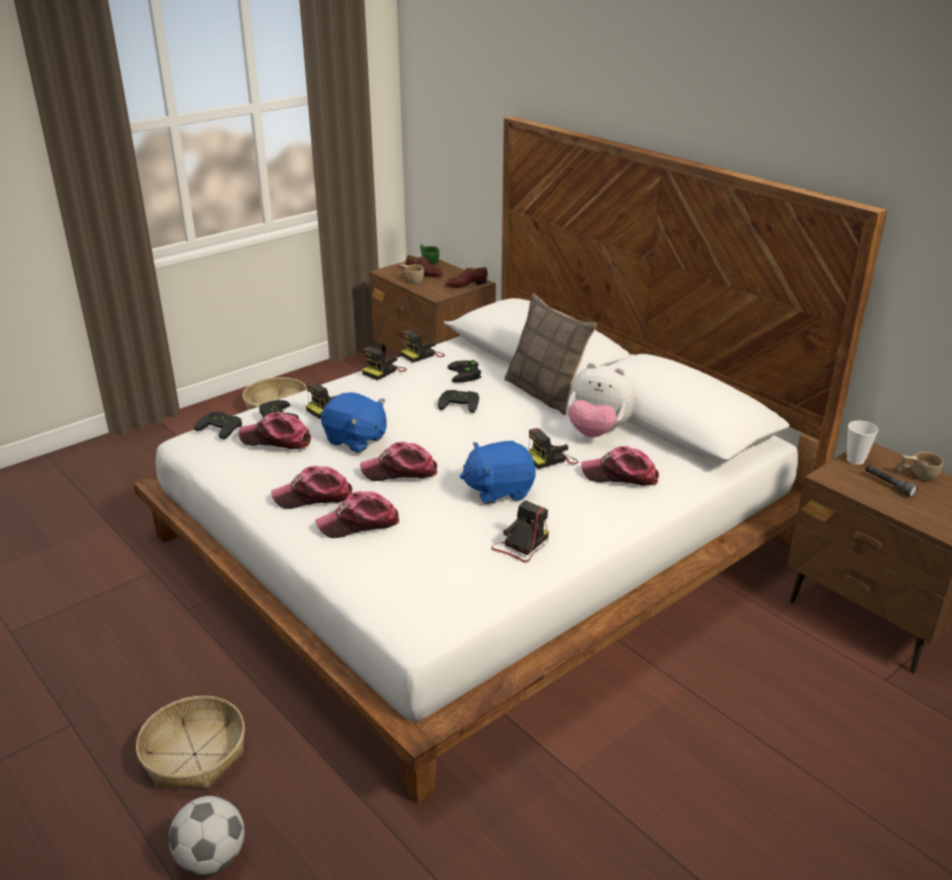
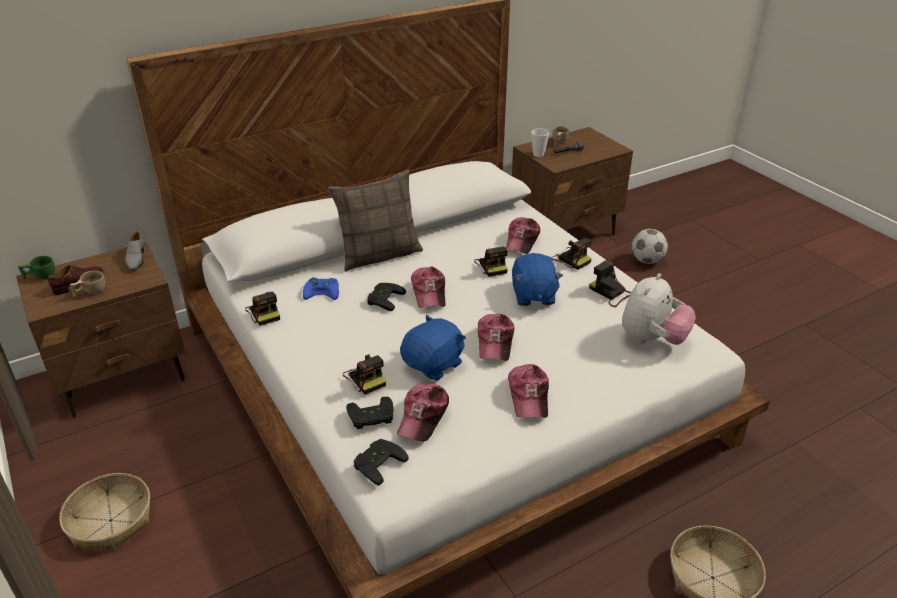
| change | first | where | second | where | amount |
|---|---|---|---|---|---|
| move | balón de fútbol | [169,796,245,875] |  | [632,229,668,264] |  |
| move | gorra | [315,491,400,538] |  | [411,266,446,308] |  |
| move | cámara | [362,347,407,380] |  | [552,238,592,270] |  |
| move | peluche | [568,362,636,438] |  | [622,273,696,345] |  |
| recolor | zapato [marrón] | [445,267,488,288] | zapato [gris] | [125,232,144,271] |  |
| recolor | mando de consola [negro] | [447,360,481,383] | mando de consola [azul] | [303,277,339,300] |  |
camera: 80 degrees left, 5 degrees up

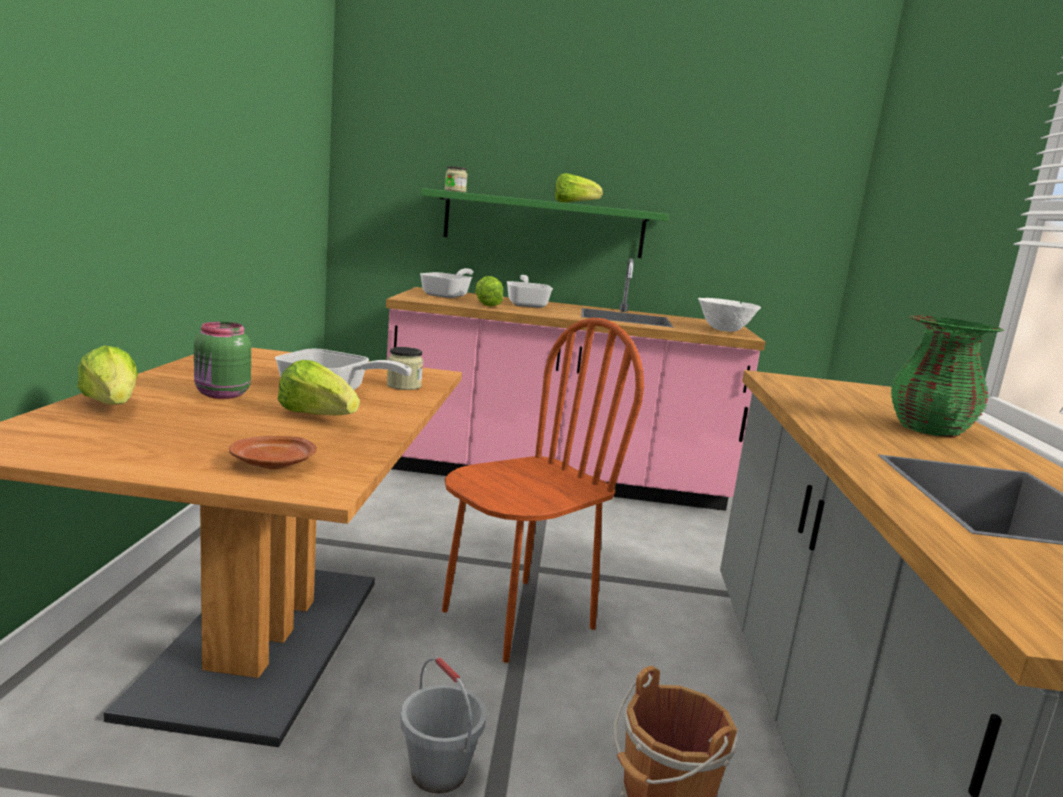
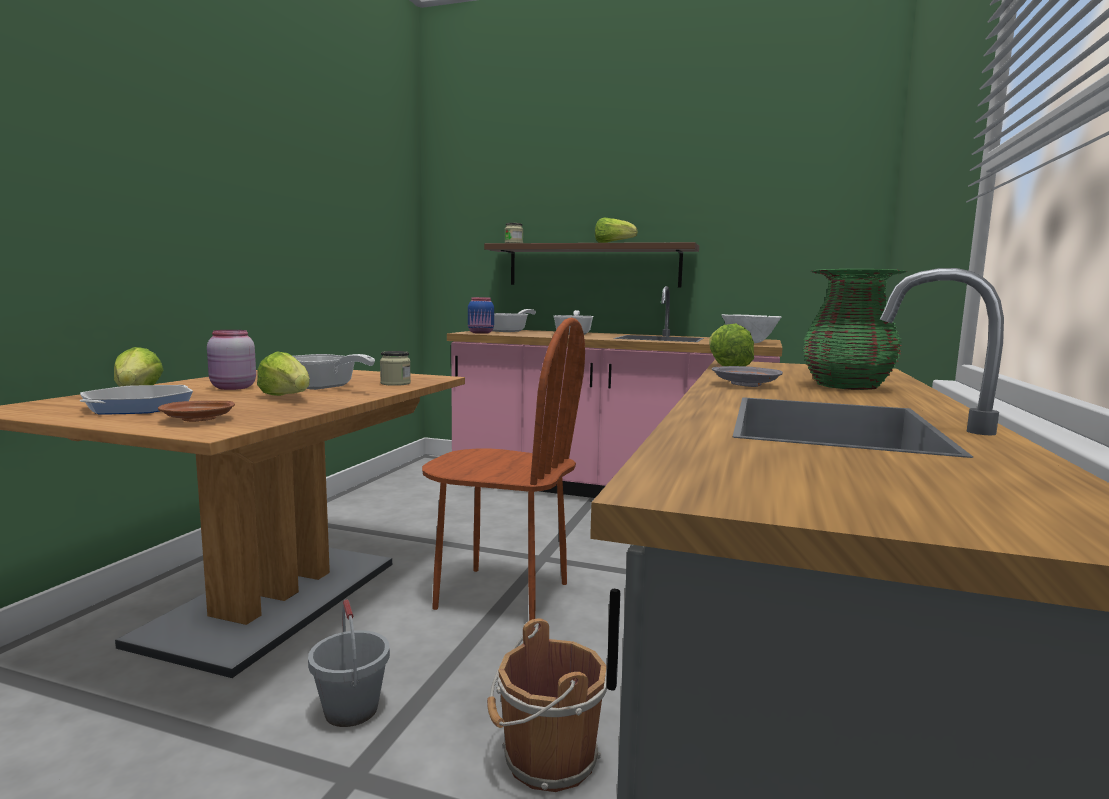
| change | first | where | second | where | amount |
|---|---|---|---|---|---|
| insert |  |  | sartén | [80,385,193,414] |  |
| insert |  |  | tarro [azul] | [468,297,494,334] |  |
| insert |  |  | plato [gris] | [712,366,783,387] |  |
| move | lechuga | [475,276,503,306] |  | [709,323,754,366] |  |
| recolor | tarro [verde] | [194,322,251,399] | tarro [rosa] | [207,330,256,390] |  |
| recolor | estante [verde] | [421,188,669,258] | estante [marrón] | [484,242,699,287] |  |
| rotate | silla [marrón] | [442,318,644,663] |  | [422,317,585,621] | 45 degrees clockwise |
camera: 15 degrees right, 5 degrees down

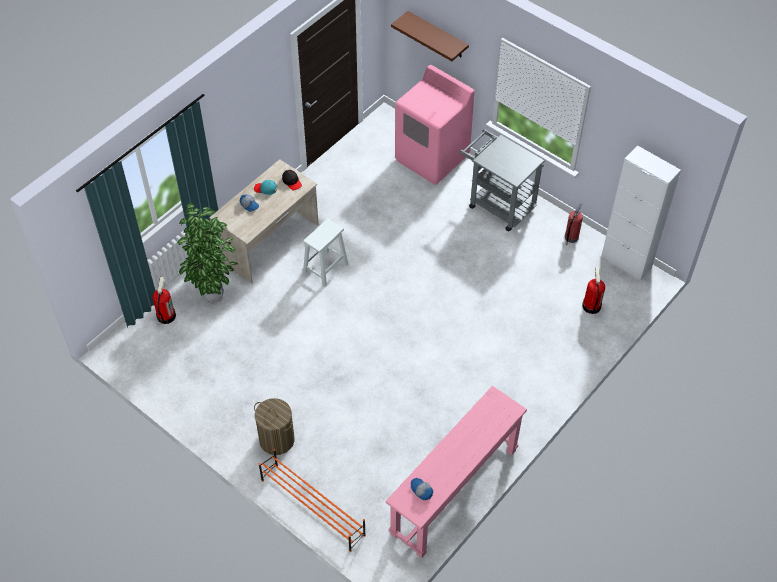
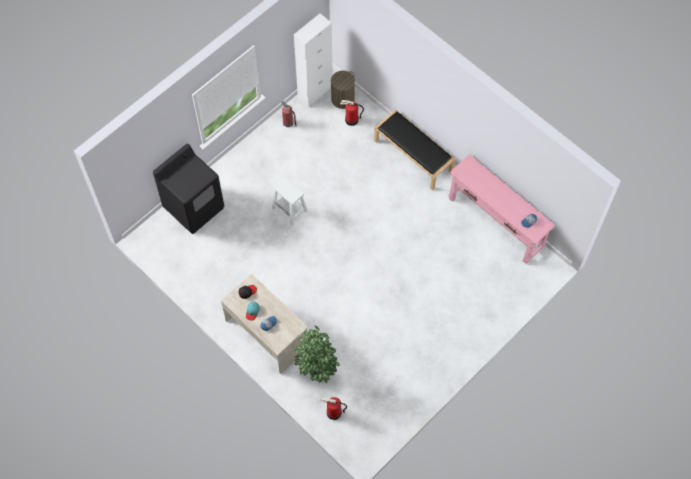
| change | first | where | second | where | amount |
|---|---|---|---|---|---|
| delete | zapatero [naranja] | [259,449,366,552] |  |  |  |
| delete | estante [marrón] | [391,11,469,61] |  |  |  |
| delete | carrito [gris] | [460,129,545,231] |  |  |  |
| insert |  |  | banco [negro] | [374,109,455,190] |  |
| move | cesto de la ropa | [254,398,295,455] |  | [331,71,355,109] |  |
| move | taburete [blanco] | [303,218,349,287] |  | [272,177,308,225] |  |
| recolor | lavadora [rosa] | [395,65,474,185] | lavadora [negro] | [153,144,224,234] |  |
camera: 85 degrees left, 10 degrees up

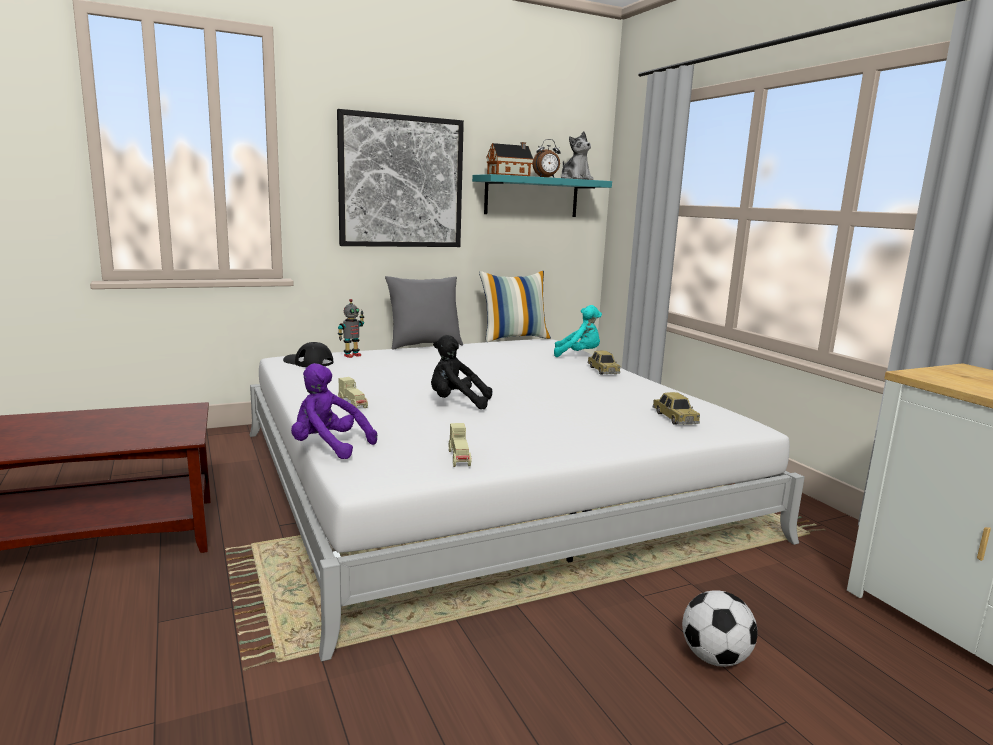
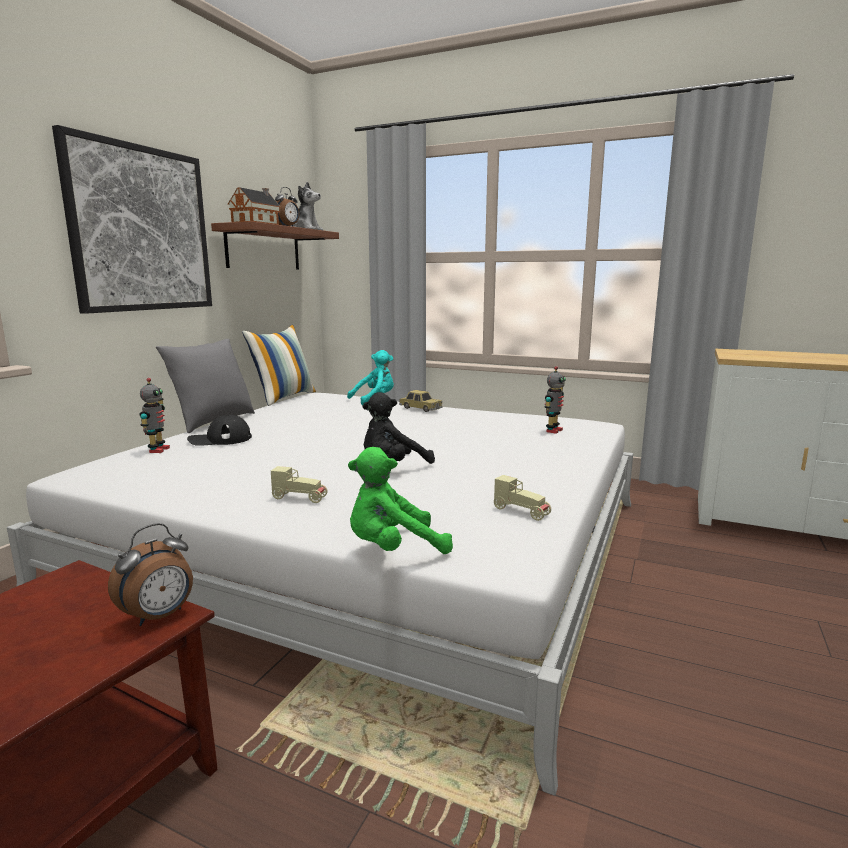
| change | first | where | second | where | amount |
|---|---|---|---|---|---|
| delete | balón de fútbol | [682,590,757,667] |  |  |  |
| insert |  |  | despertador | [108,523,193,626] |  |
| move | gorra [negro] | [283,342,333,367] |  | [187,415,252,446] |  |
| replace | coche de juguete | [653,392,700,425] | robot de juguete | [545,366,566,434] |  |
| recolor | peluche [morado] | [291,363,377,459] | peluche [verde] | [348,447,453,554] |  |
| recolor | estante [turquesa] | [472,174,612,217] | estante [marrón] | [211,221,339,270] |  |
camera: 40 degrees left, 0 degrees up

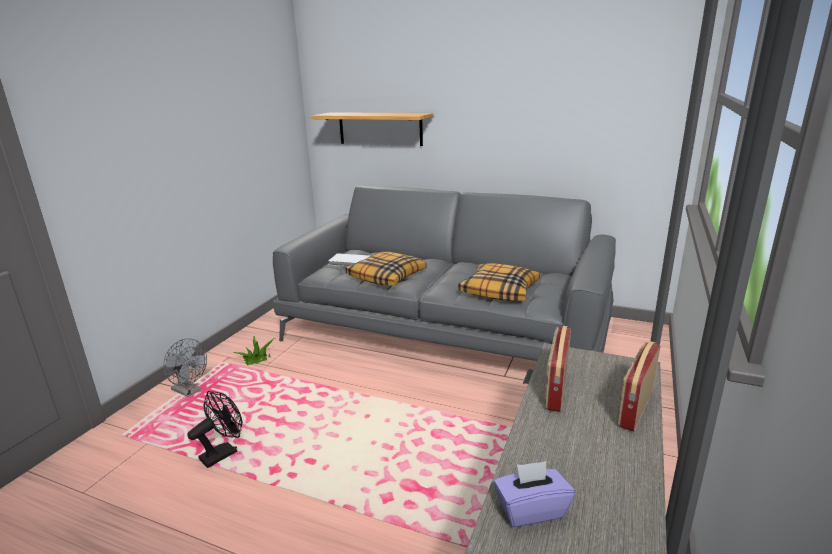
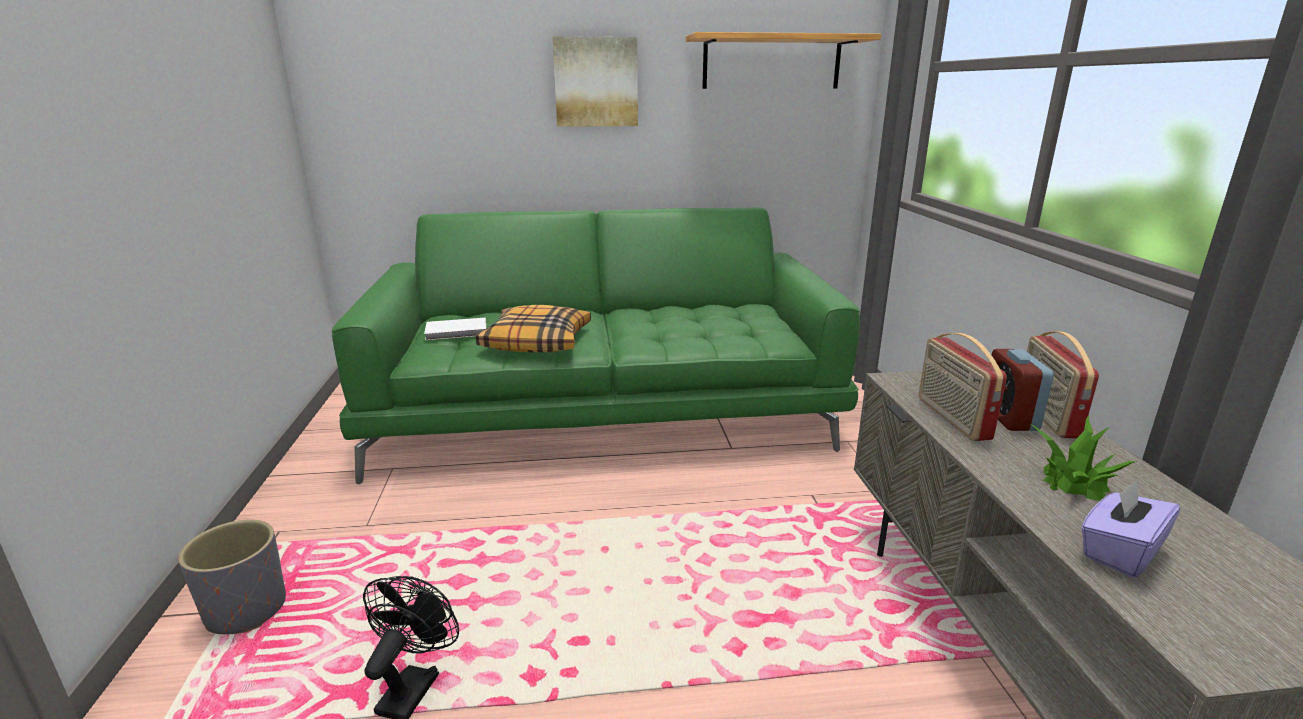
| change | first | where | second | where | amount |
|---|---|---|---|---|---|
| delete | cojín | [458,263,540,301] |  |  |  |
| insert |  |  | cuadro | [553,36,638,127] |  |
| insert |  |  | despertador | [992,349,1054,431] |  |
| move | planta en maceta | [233,336,275,365] |  | [1029,416,1137,501] |  |
| move | estante | [311,112,433,146] |  | [686,32,881,89] |  |
| replace | ventilador [gris] | [163,338,207,397] | maceta [gris] | [178,520,286,635] |  |
| recolor | sofá [gris] | [273,186,616,361] | sofá [verde] | [332,208,860,484] |  |
camera: 30 degrees left, 0 degrees up

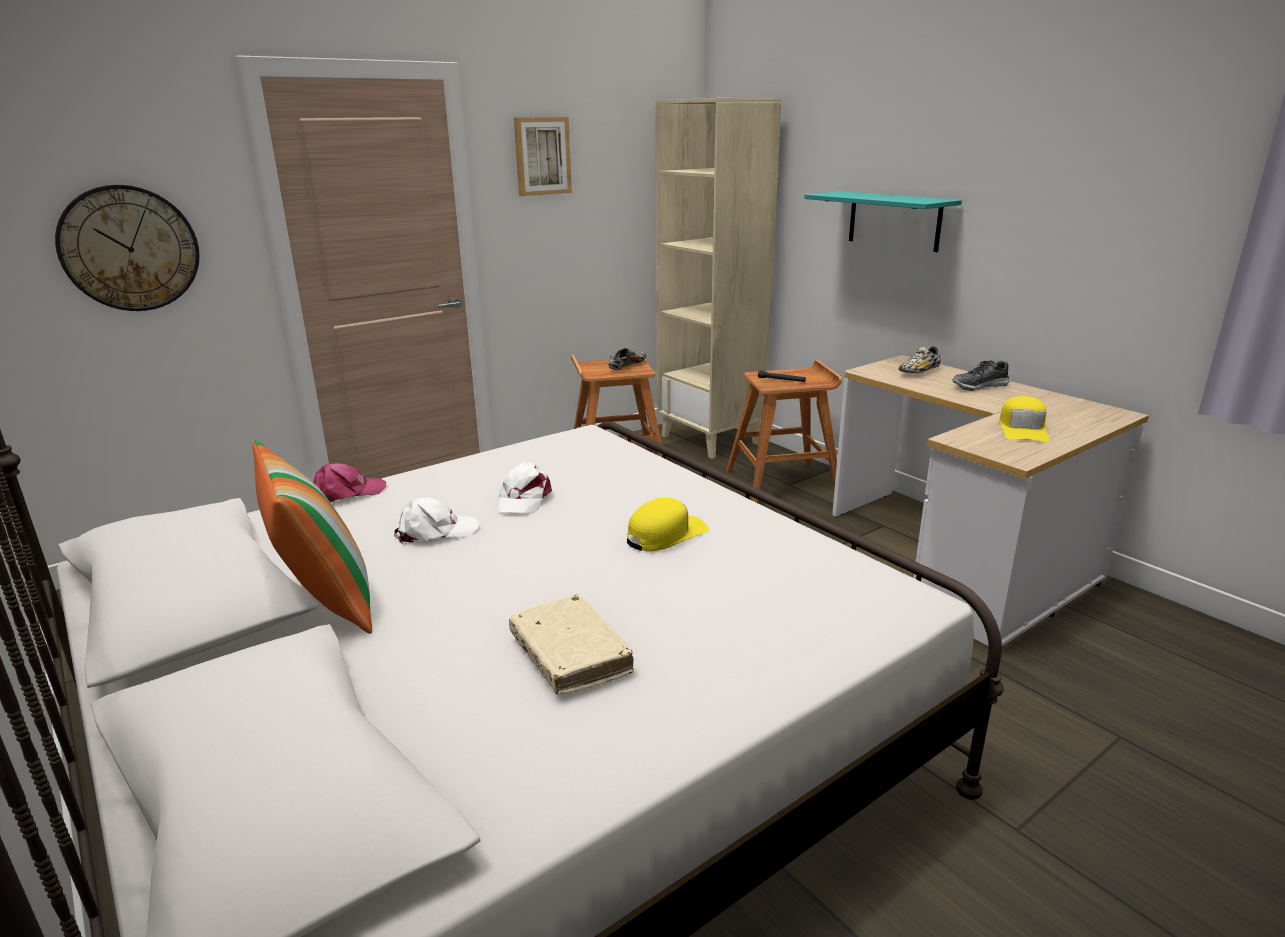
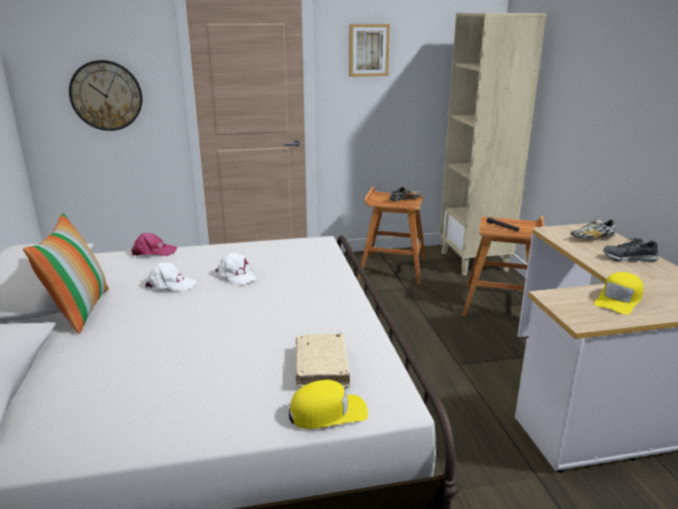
| change | first | where | second | where | amount |
|---|---|---|---|---|---|
| delete | estante [turquesa] | [804,191,962,252] |  |  |  |
| move | libro [beis] | [509,594,634,695] |  | [295,333,350,387] |  |
| move | gorra [amarillo] | [627,498,709,551] |  | [289,380,368,429] |  |
| rotate | gorra [blanco] | [496,462,552,514] |  | [215,252,257,285] | 75 degrees counterclockwise |
camera: 25 degrees right, 0 degrees up

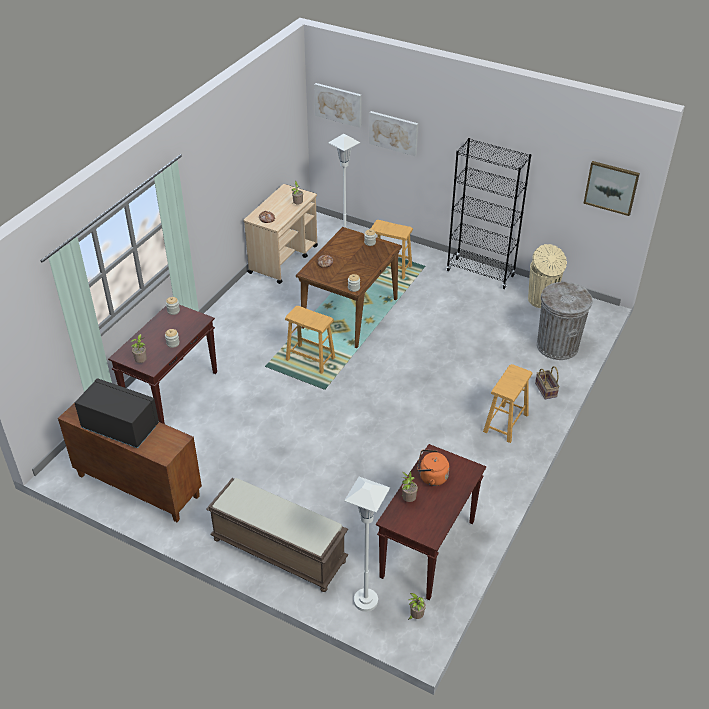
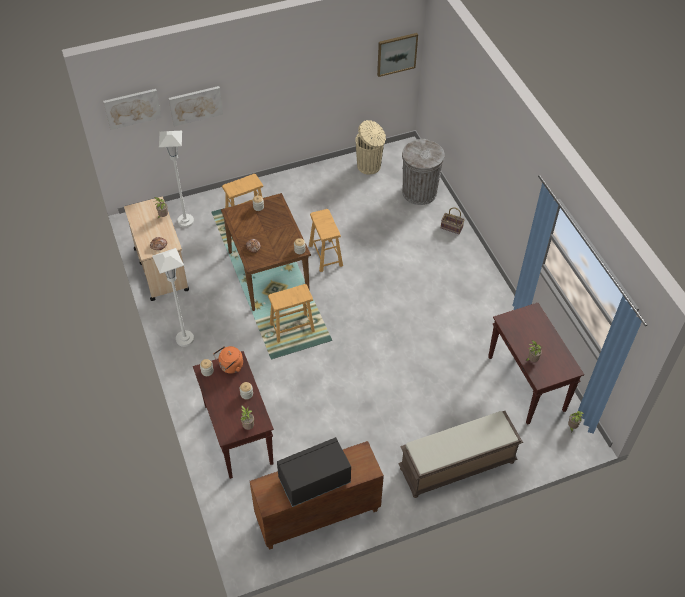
| change | first | where | second | where | amount |
|---|---|---|---|---|---|
| delete | estantería [negro] | [446,138,531,289] |  |  |  |
| move | lámpara de pie [blanco] | [344,477,390,612] |  | [152,248,194,347] |  |
| move | hervidor [naranja] | [417,450,449,486] |  | [213,346,243,374] |  |
| move | taburete [marrón] | [483,364,532,443] |  | [309,209,343,272] |  |
camera: 50 degrees left, 10 degrees up

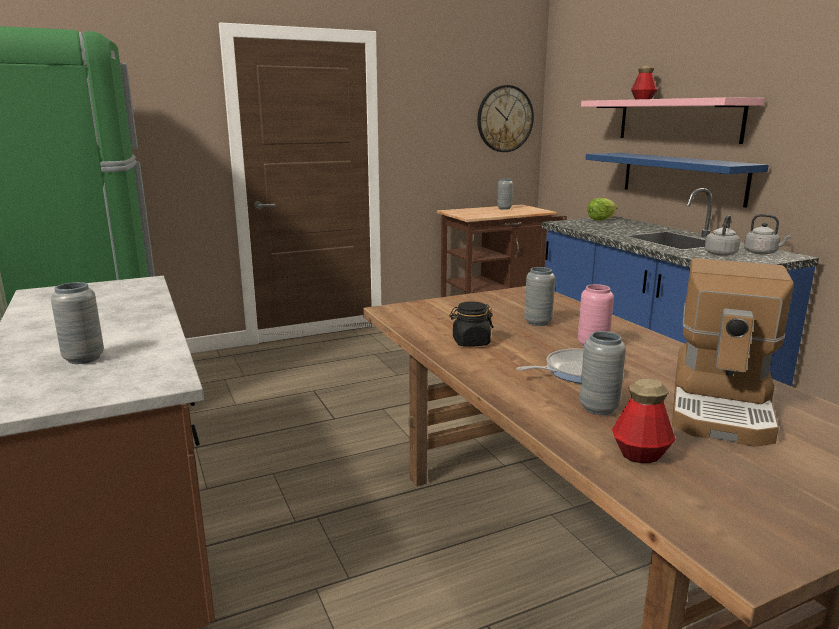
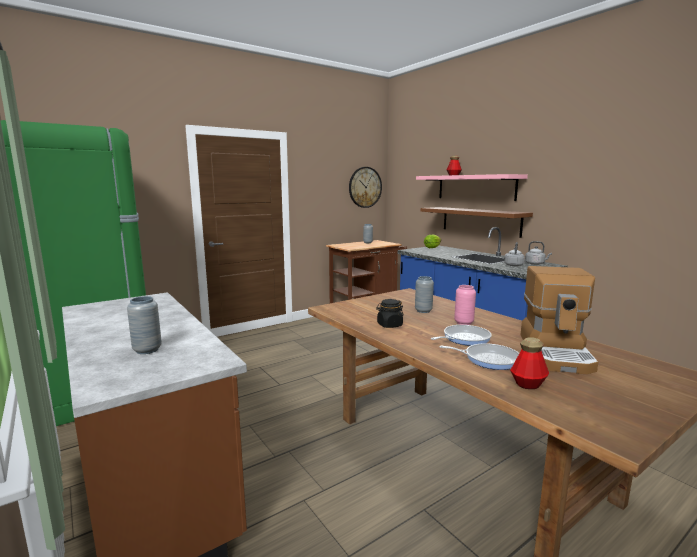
| change | first | where | second | where | amount |
|---|---|---|---|---|---|
| replace | florero [gris] | [580,331,626,415] | sartén | [439,343,519,370] |  |
| recolor | estante [azul] | [585,153,769,208] | estante [marrón] | [421,207,533,238] |  |
camera: 10 degrees left, 5 degrees down

